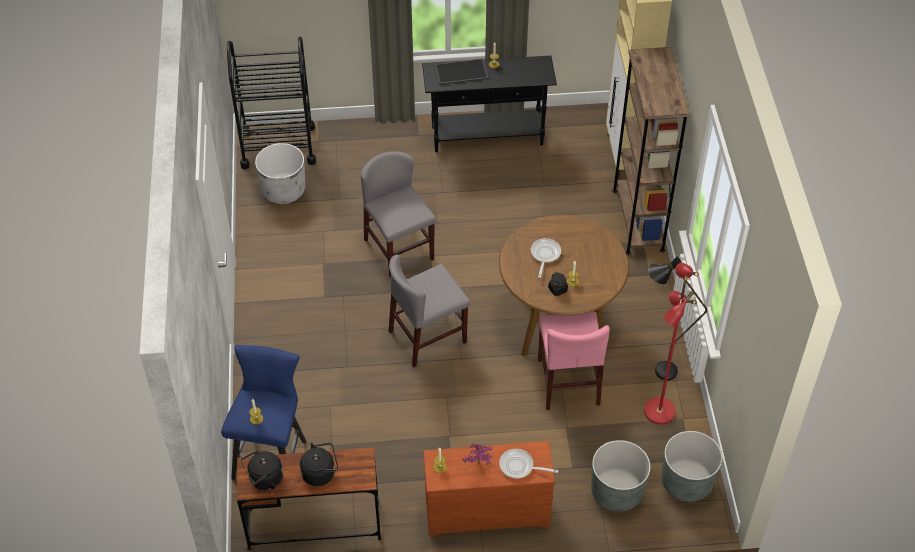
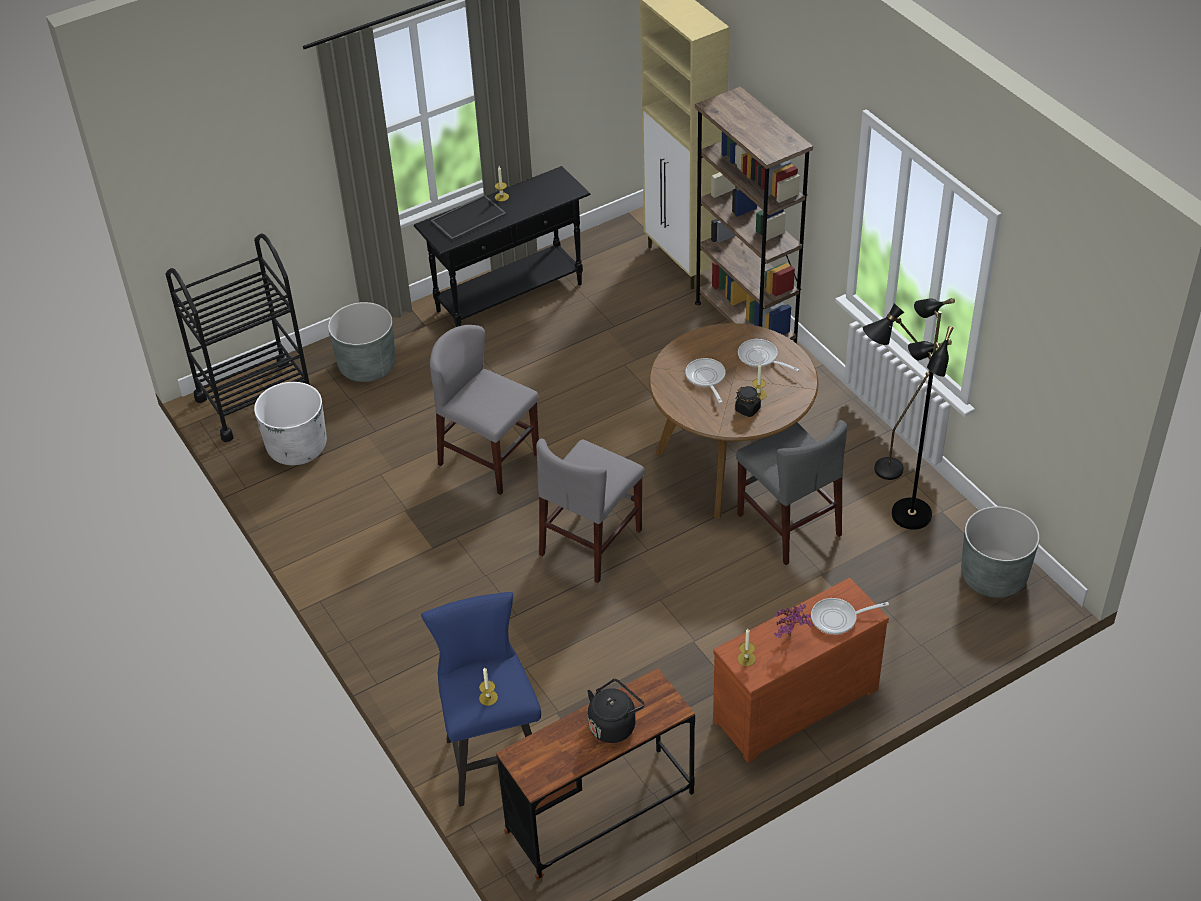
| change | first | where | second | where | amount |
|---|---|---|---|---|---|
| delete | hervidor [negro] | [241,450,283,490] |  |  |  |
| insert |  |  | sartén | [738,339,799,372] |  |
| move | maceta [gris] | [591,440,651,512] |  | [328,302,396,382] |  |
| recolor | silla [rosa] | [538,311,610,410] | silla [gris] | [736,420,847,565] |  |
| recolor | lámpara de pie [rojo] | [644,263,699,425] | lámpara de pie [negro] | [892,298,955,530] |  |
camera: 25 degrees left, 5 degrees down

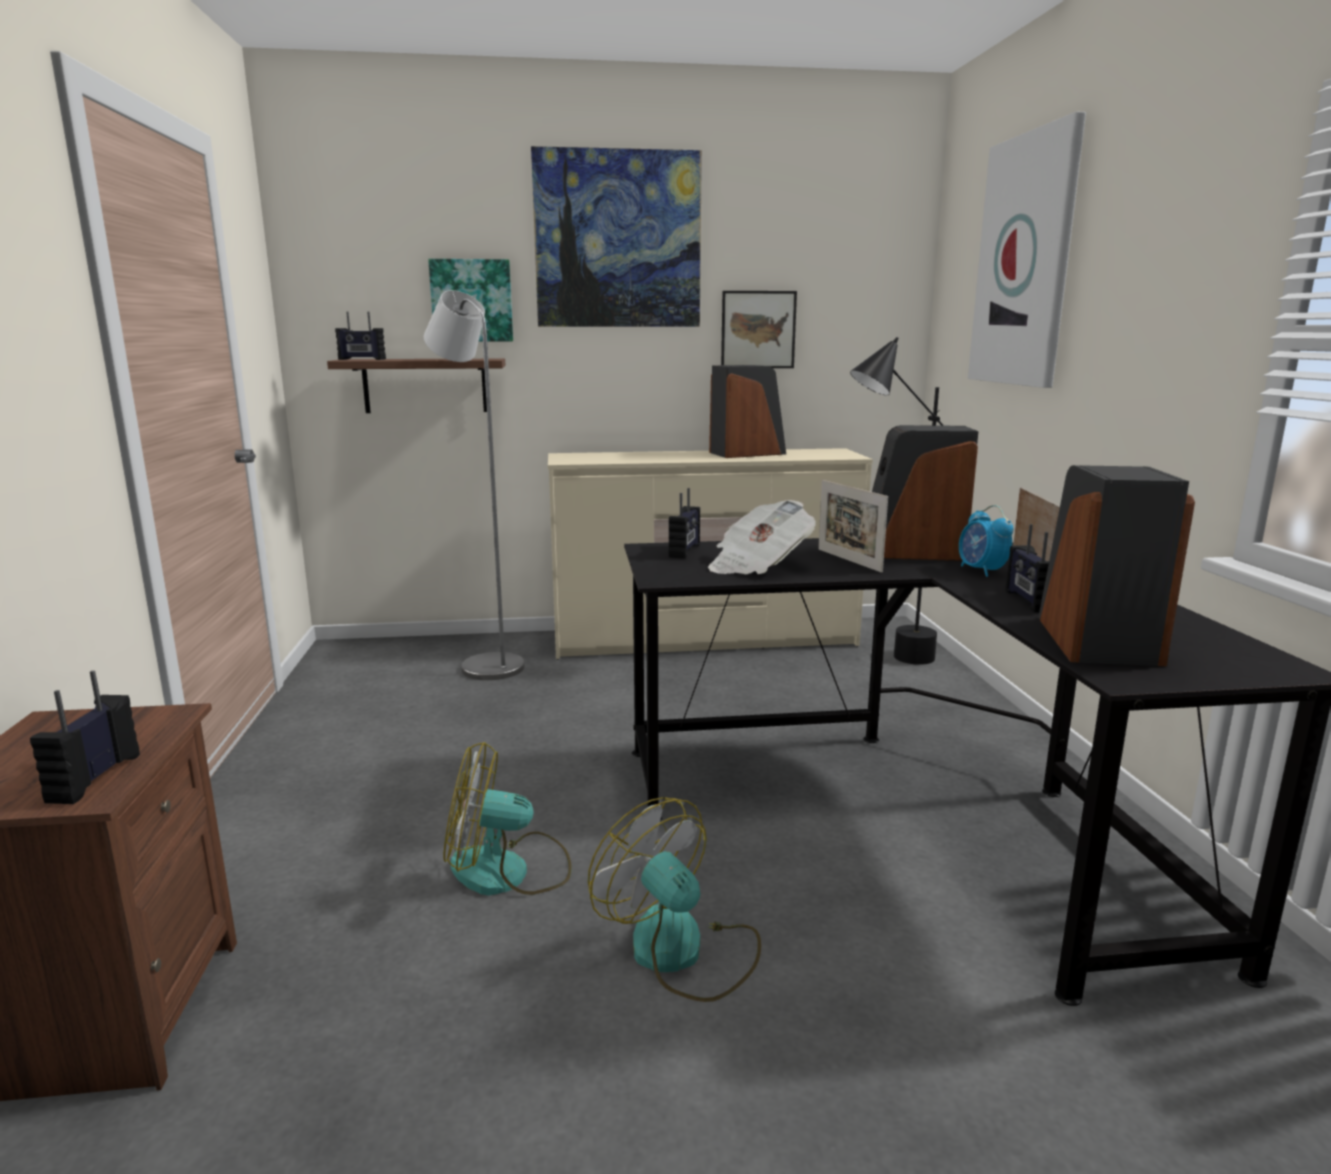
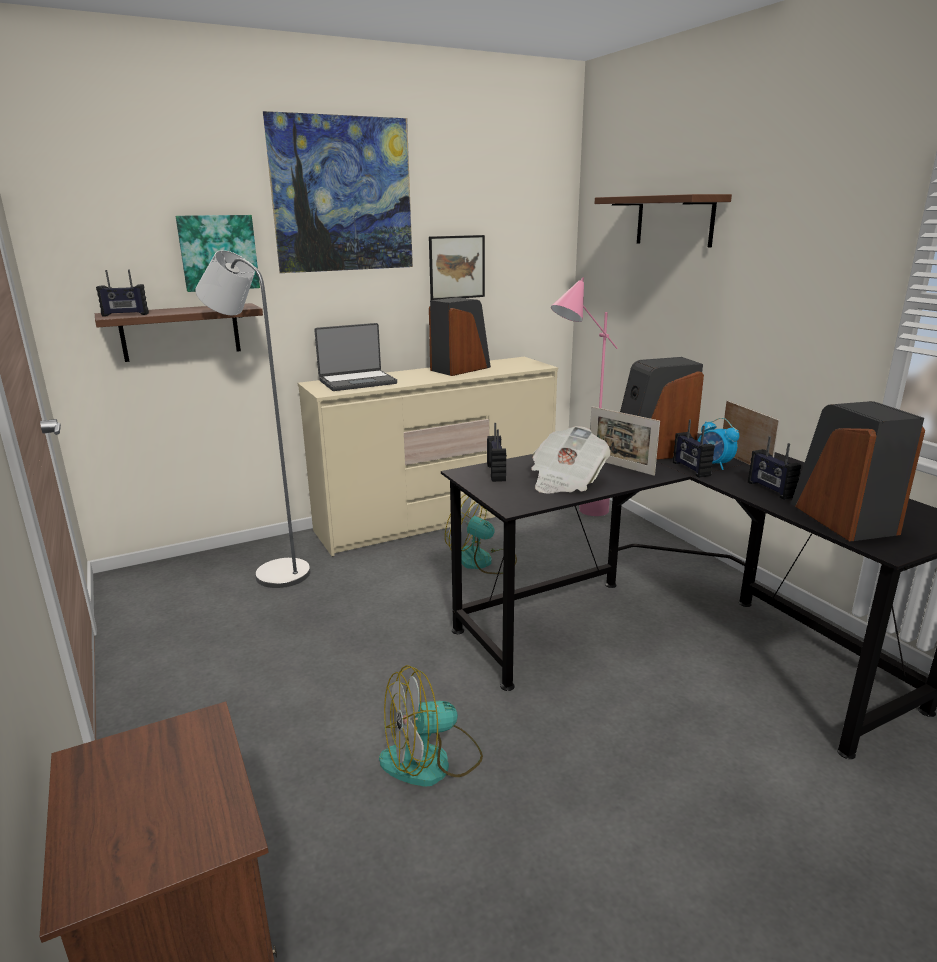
| change | first | where | second | where | amount |
|---|---|---|---|---|---|
| insert |  |  | portátil | [314,323,397,391] |  |
| move | radio | [30,671,140,804] |  | [673,419,715,478] |  |
| move | ventilador | [588,797,761,1002] |  | [445,494,517,574] |  |
| replace | cuadro | [968,112,1086,388] | estante | [595,194,732,247] |  |
| recolor | lámpara de pie [negro] | [850,337,944,665] | lámpara de pie [rosa] | [551,277,618,516] |  |
camera: 20 degrees left, 5 degrees up

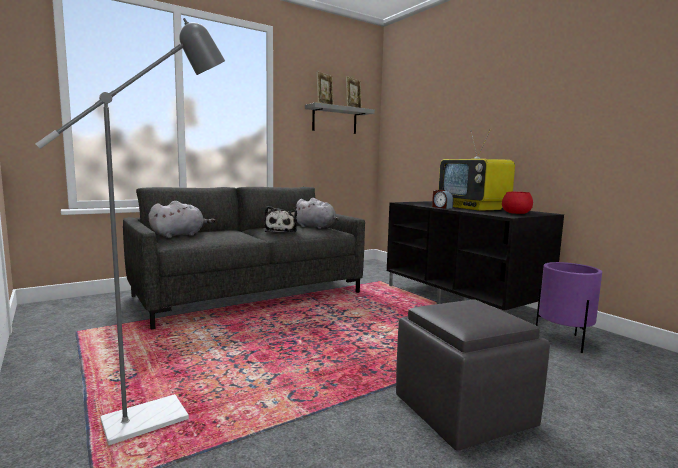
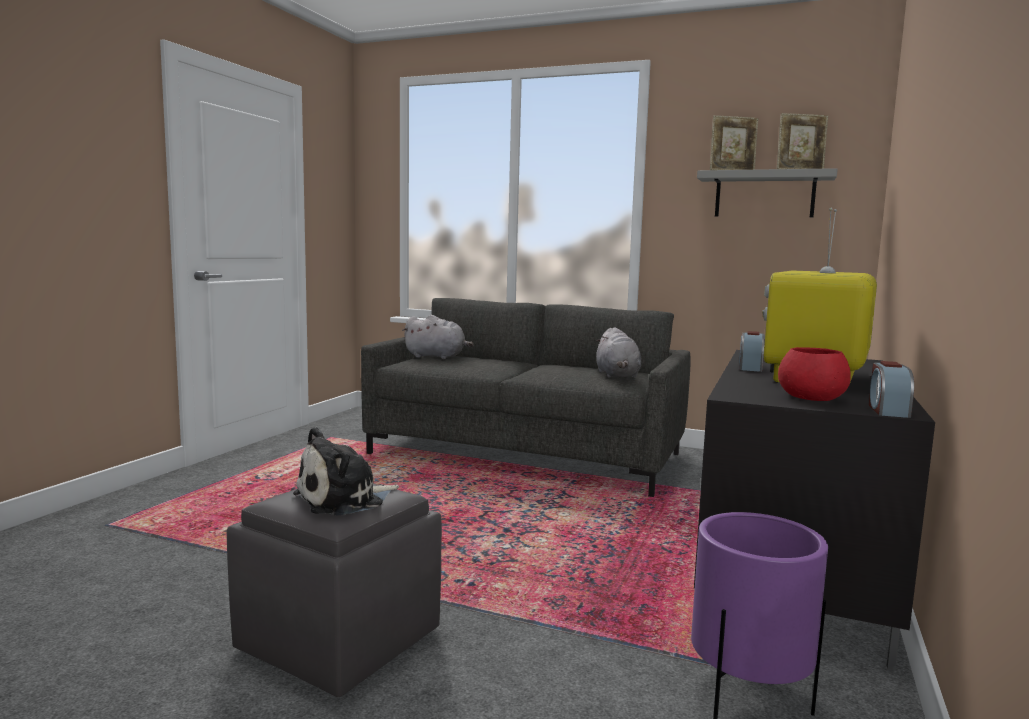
| change | first | where | second | where | amount |
|---|---|---|---|---|---|
| delete | lámpara de pie [gris] | [35,18,225,445] |  |  |  |
| insert |  |  | despertador | [869,361,914,418] |  |
| move | peluche | [264,206,297,232] |  | [293,427,399,516] |  |
camera: 55 degrees right, 0 degrees up

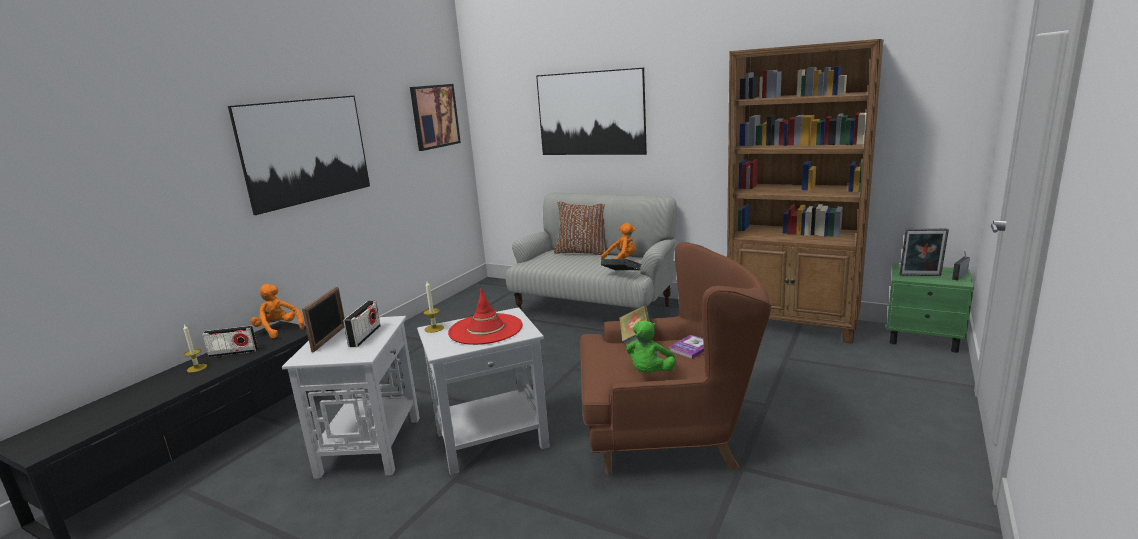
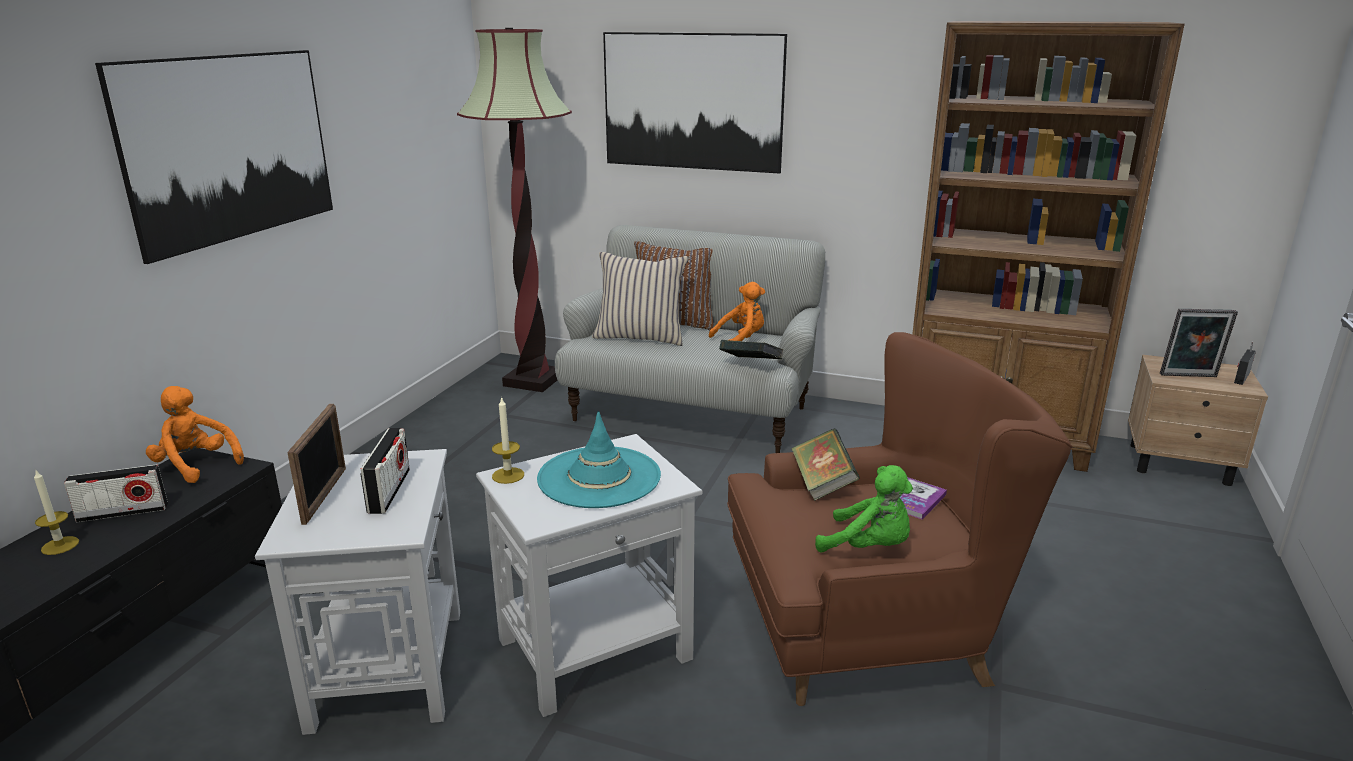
| change | first | where | second | where | amount |
|---|---|---|---|---|---|
| delete | cuadro | [410,84,461,151] |  |  |  |
| insert |  |  | lámpara de pie | [457,28,572,392] |  |
| insert |  |  | cojín [beis] | [592,252,689,346] |  |
| recolor | sombrero [rojo] | [448,288,523,345] | sombrero [turquesa] | [537,411,661,508] |  |
| recolor | mesita de noche [verde] | [886,263,974,353] | mesita de noche [beis] | [1128,355,1268,486] |  |
| rotate | peluche [verde] | [626,320,676,373] |  | [815,465,913,553] | 75 degrees counterclockwise |
camera: 10 degrees left, 5 degrees up

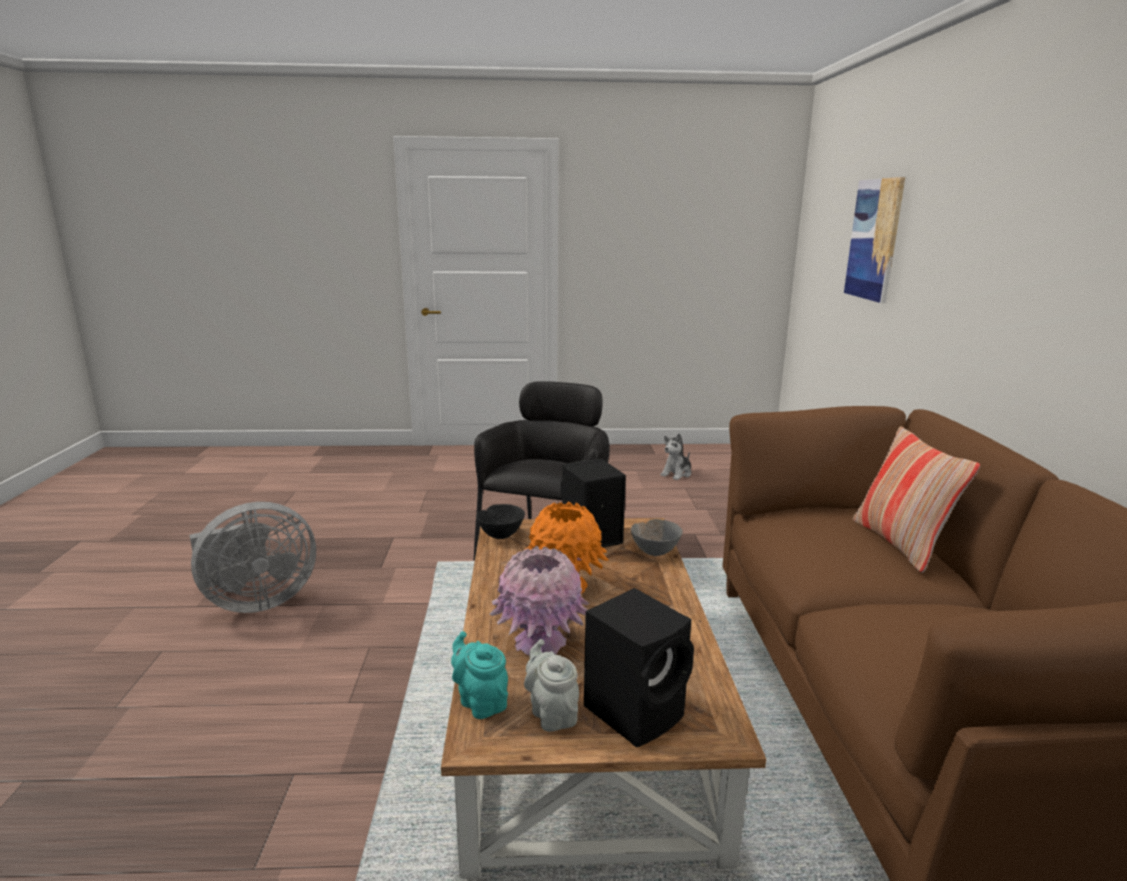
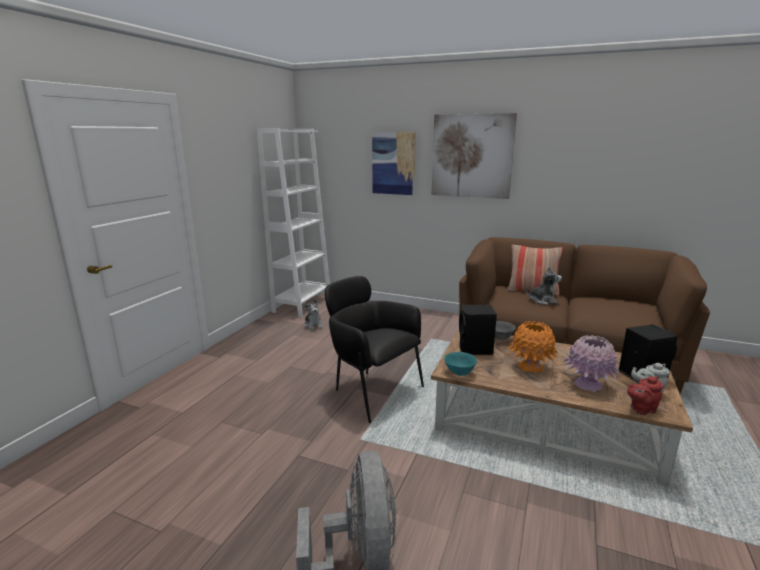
| change | first | where | second | where | amount |
|---|---|---|---|---|---|
| insert |  |  | estantería [blanco] | [257,128,330,318] |  |
| insert |  |  | cuadro | [431,113,517,199] |  |
| insert |  |  | peluche | [526,266,562,305] |  |
| recolor | tetera [turquesa] | [451,631,508,719] | tetera [rojo] | [627,376,664,415] |  |
| recolor | cuenco [negro] | [476,504,525,539] | cuenco [turquesa] | [444,352,477,376] |  |
camera: 65 degrees left, 0 degrees up

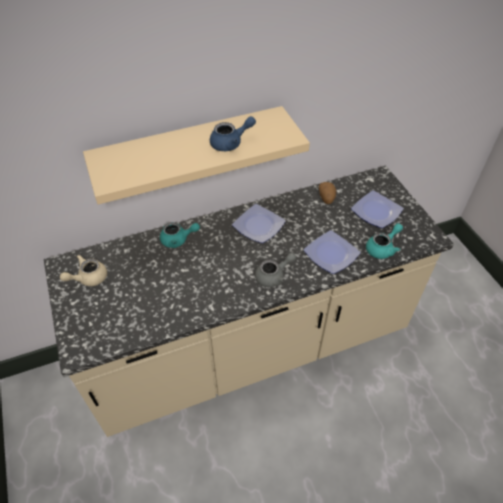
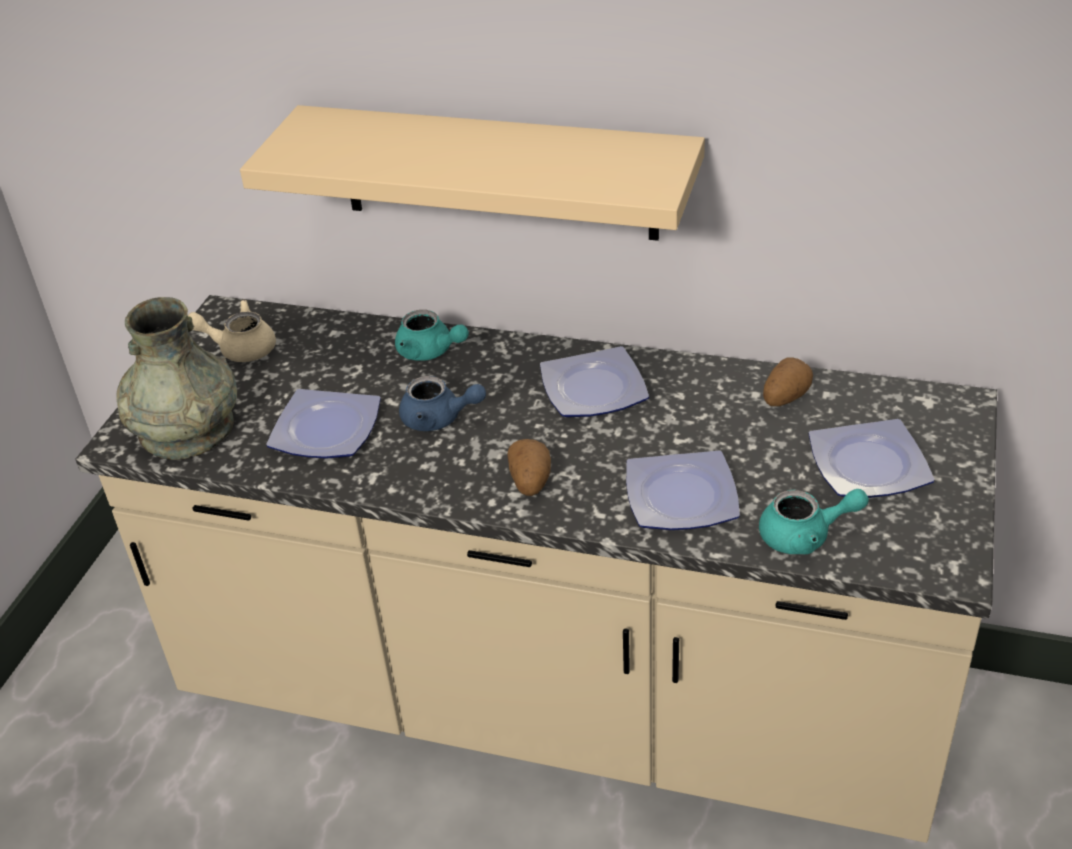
| change | first | where | second | where | amount |
|---|---|---|---|---|---|
| insert |  |  | florero [gris] | [116,297,237,460] |  |
| insert |  |  | plato | [266,389,381,459] |  |
| move | tetera [azul] | [210,116,256,151] |  | [399,376,486,431] |  |
| replace | tetera [gris] | [255,253,296,287] | patata | [508,439,551,496] |  |
camera: 40 degrees right, 10 degrees down

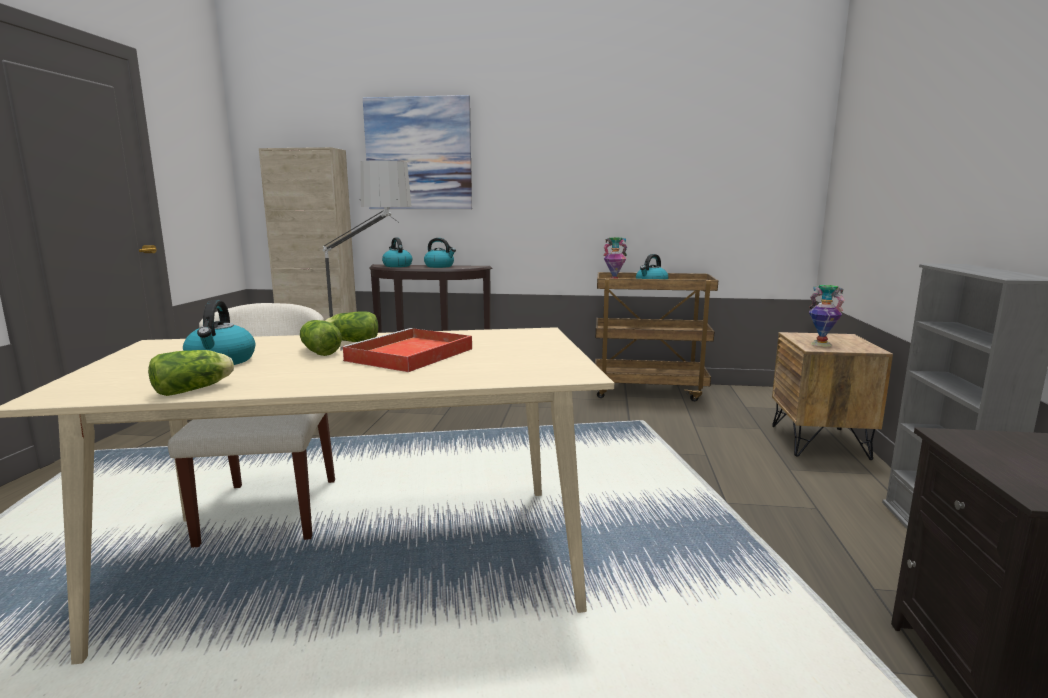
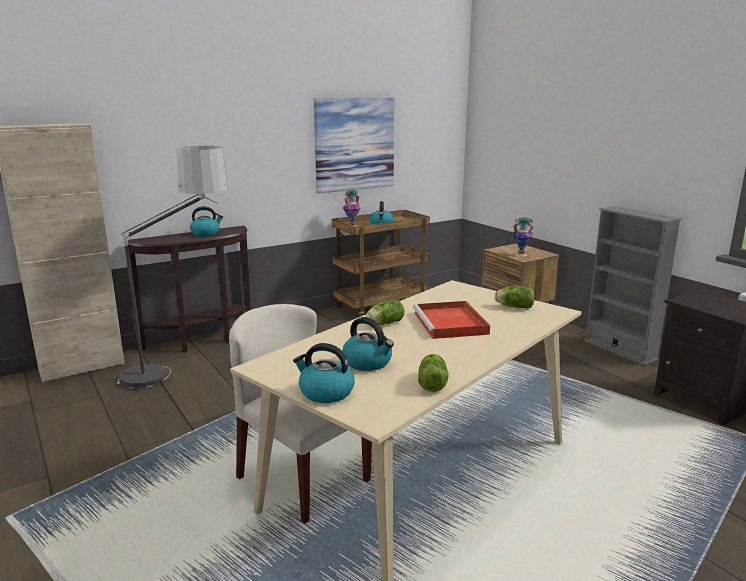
| change | first | where | second | where | amount |
|---|---|---|---|---|---|
| move | lechuga | [300,320,342,356] |  | [494,286,535,308] |  |
| move | cuadro | [363,95,472,209] |  | [314,97,394,194] |  |
| move | hervidor | [382,237,412,267] |  | [293,343,354,403] |  |
camera: 40 degrees left, 5 degrees up

